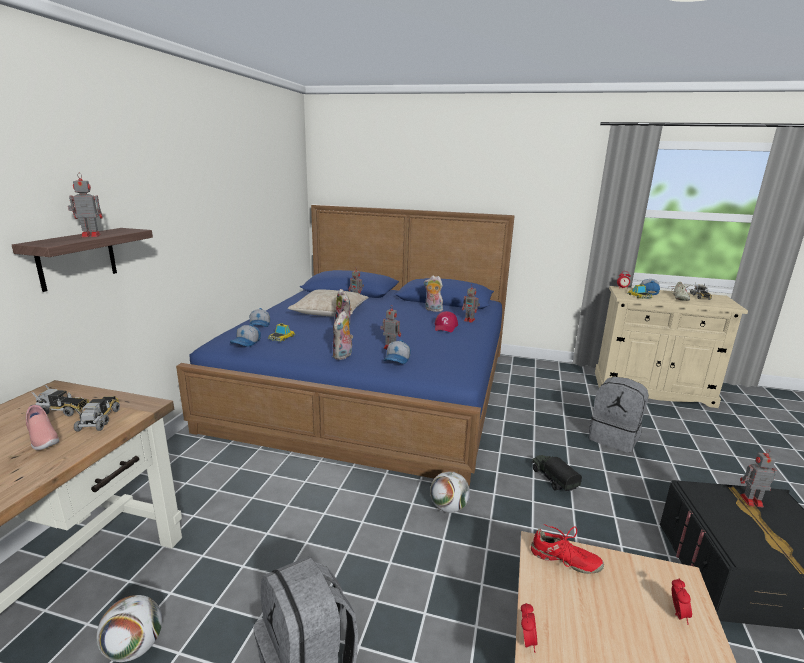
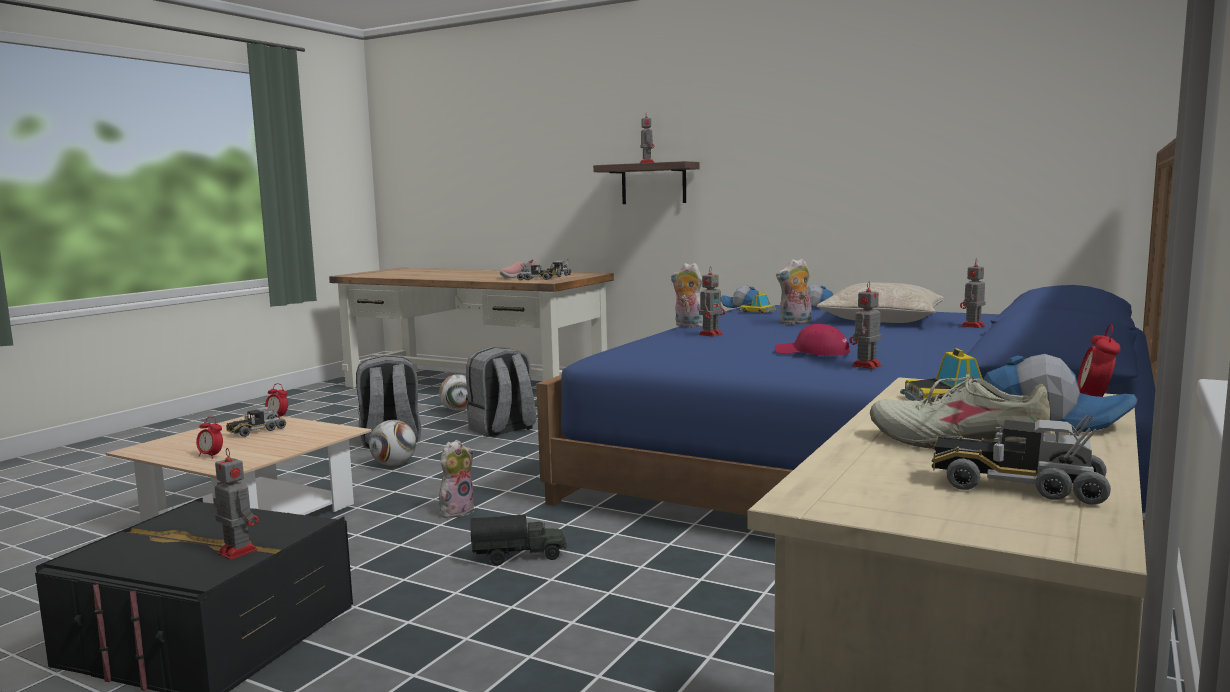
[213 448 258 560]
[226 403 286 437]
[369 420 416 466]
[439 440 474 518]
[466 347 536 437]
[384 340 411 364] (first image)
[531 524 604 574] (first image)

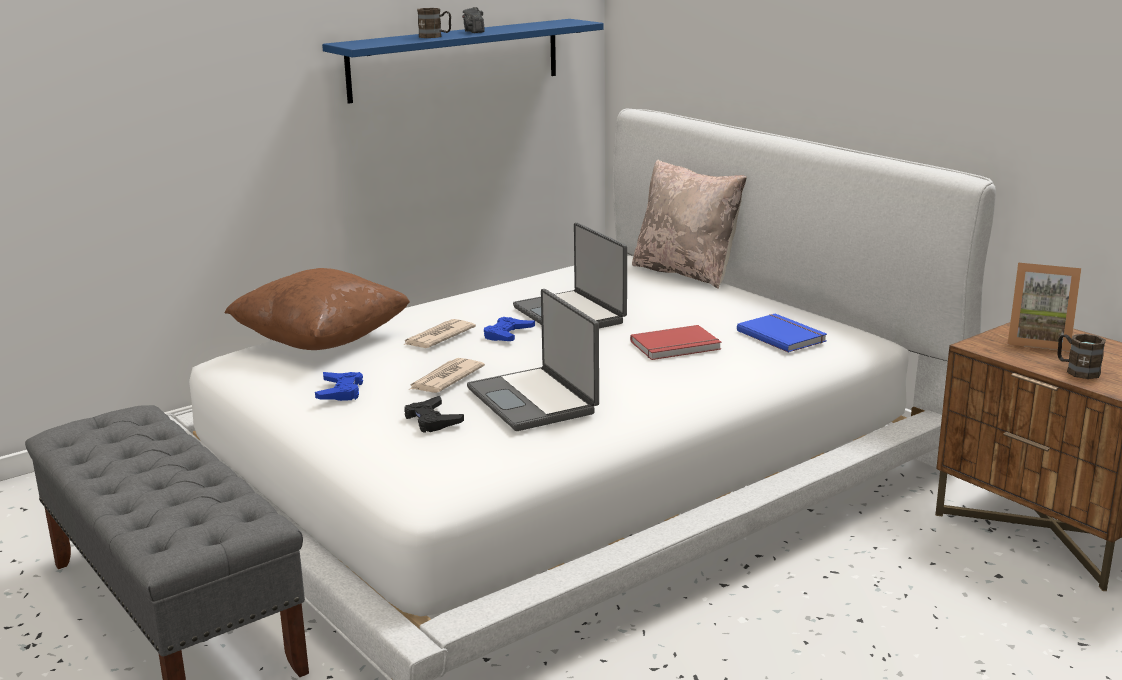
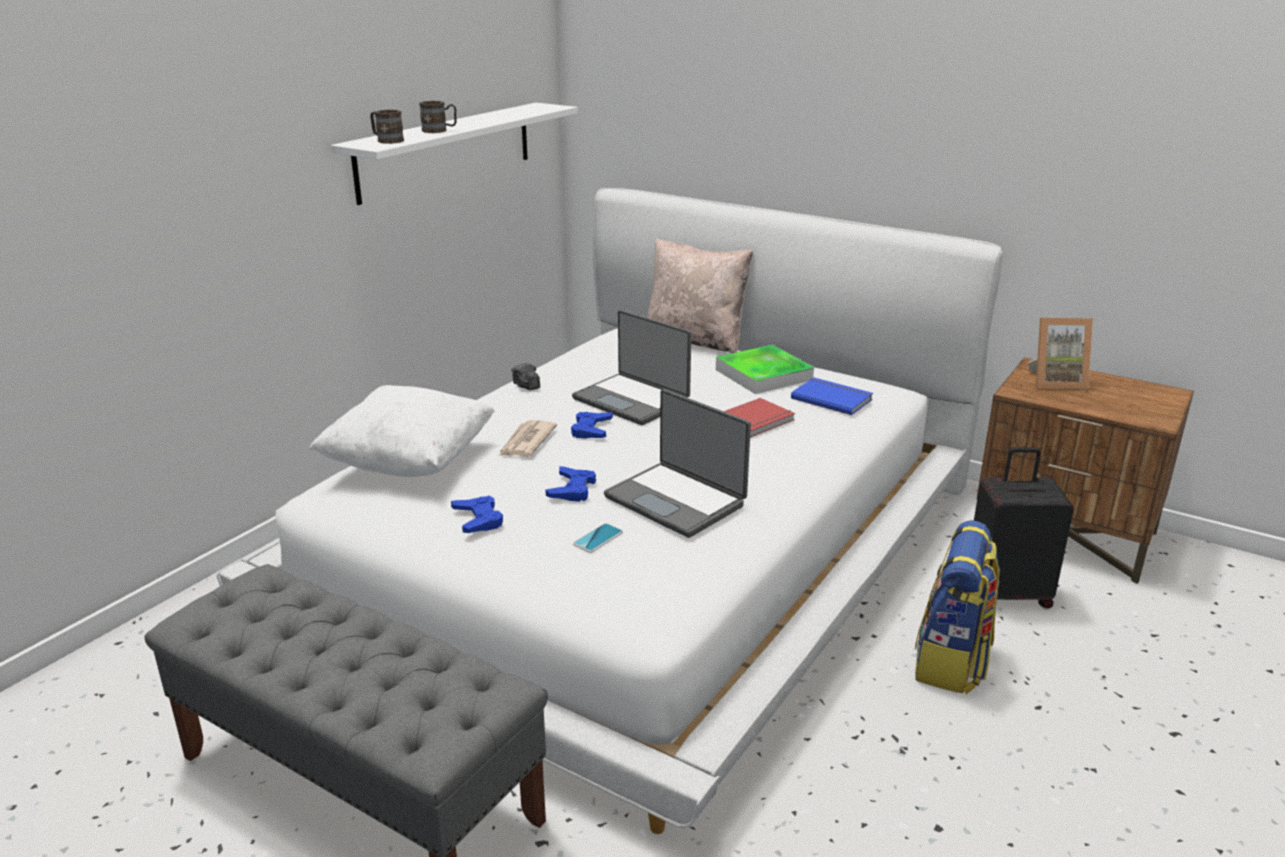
[309 385 495 477]
[331 103 578 205]
[370 109 404 144]
[511 362 540 390]
[546 466 596 502]
[573 523 623 553]
[716 345 814 394]
[915 520 1000 694]
[974 447 1074 609]

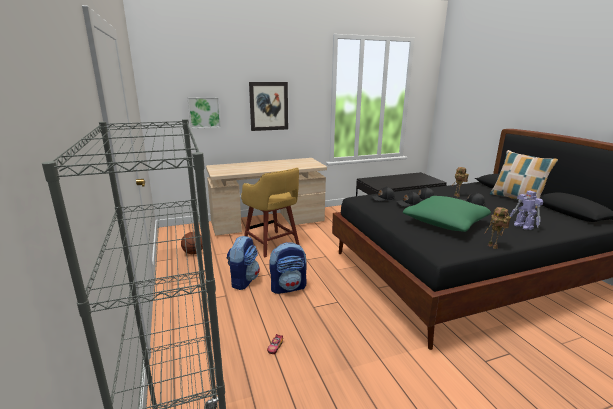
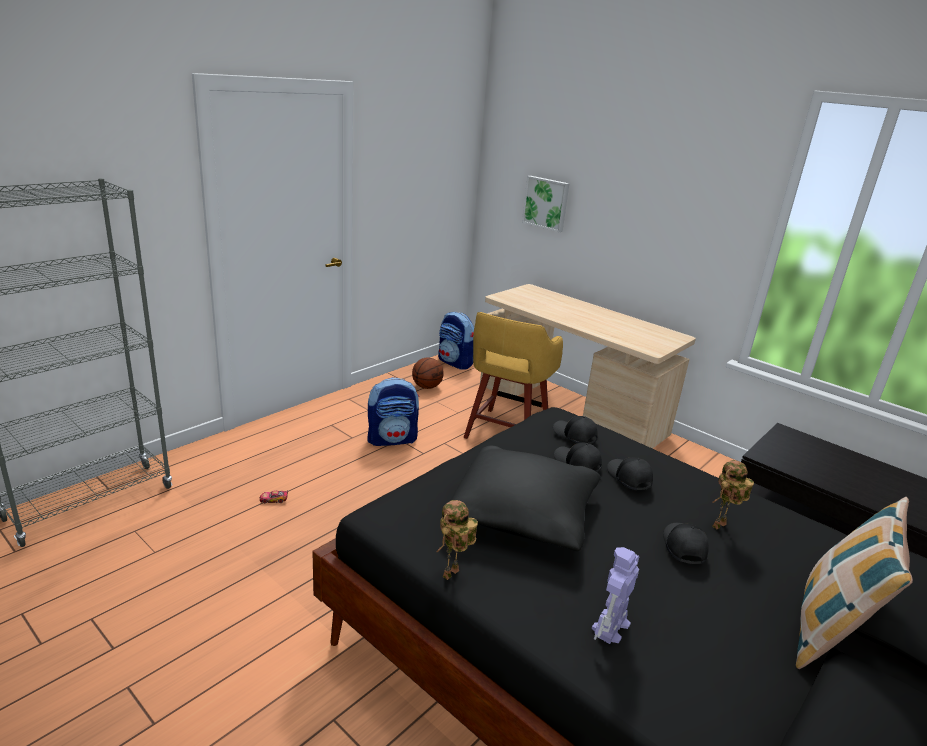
[438 312 474 370]
[450 446 601 551]
[249 82 288 131] (first image)

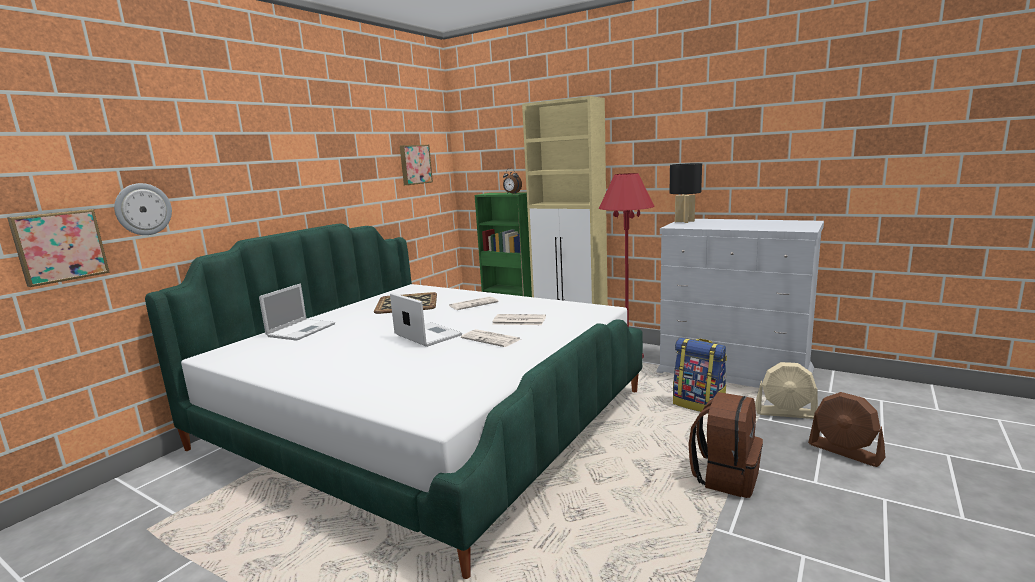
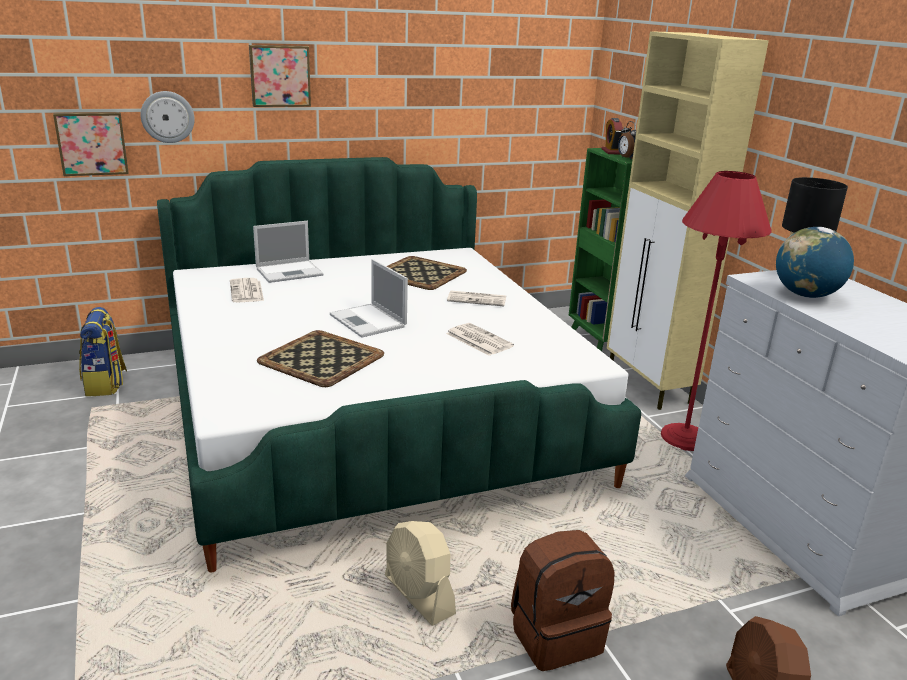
[79 307 127 397]
[230 278 264 302]
[249 45 311 107]
[257 330 384 387]
[330 259 408 338]
[385 521 456 626]
[601 118 623 155]
[776 227 854 298]

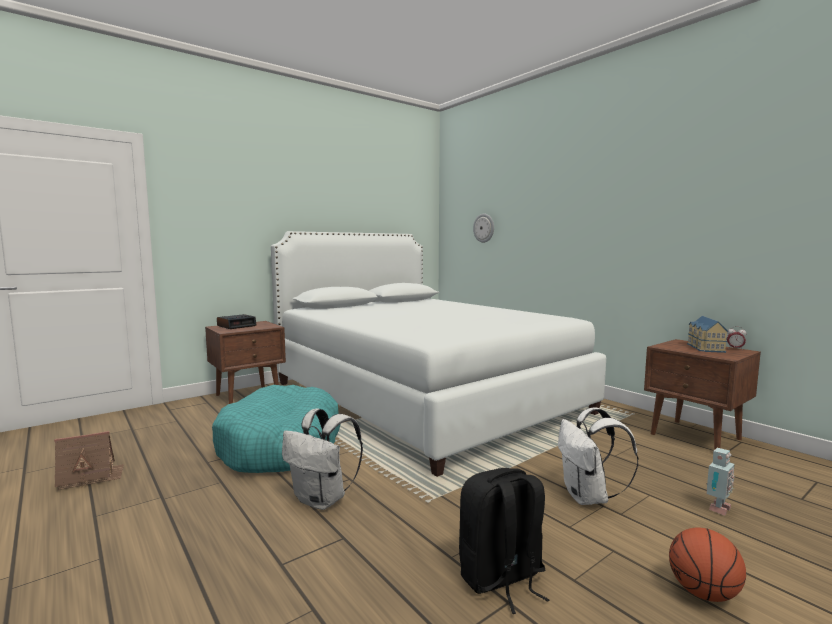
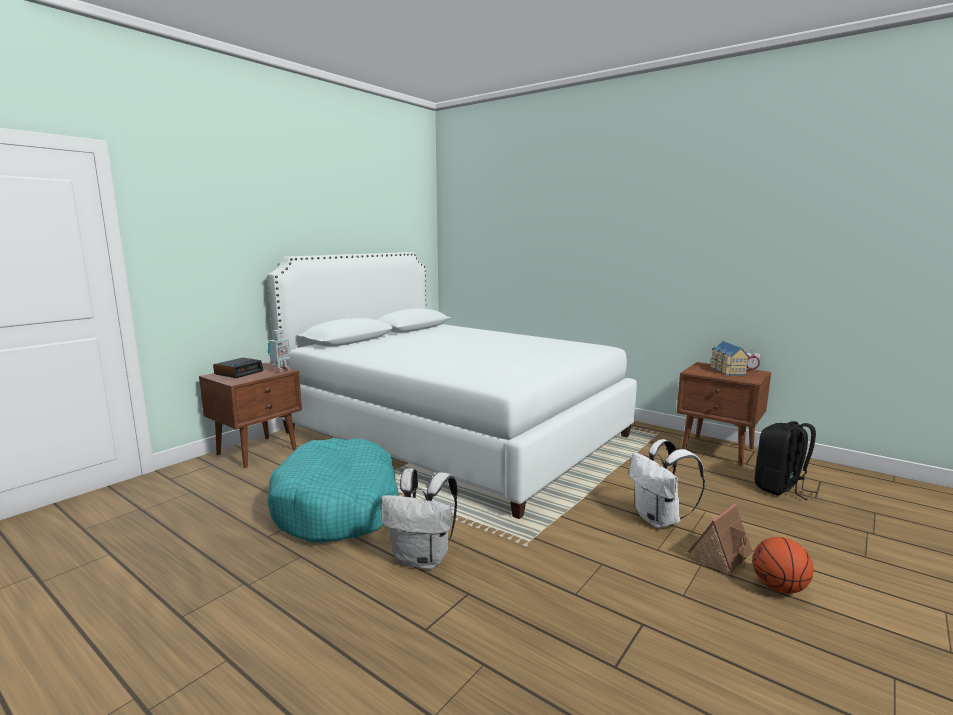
[268 330 291 372]
[688 504 753 575]
[755 421 817 500]
[473 214 494 243] (first image)

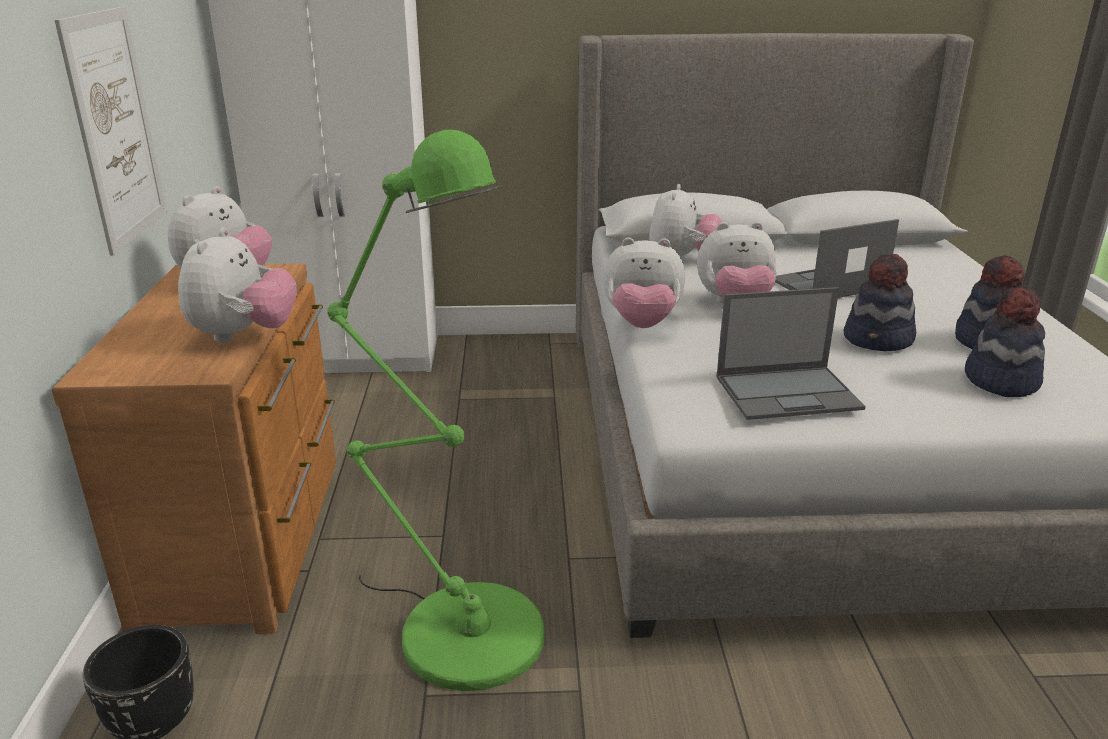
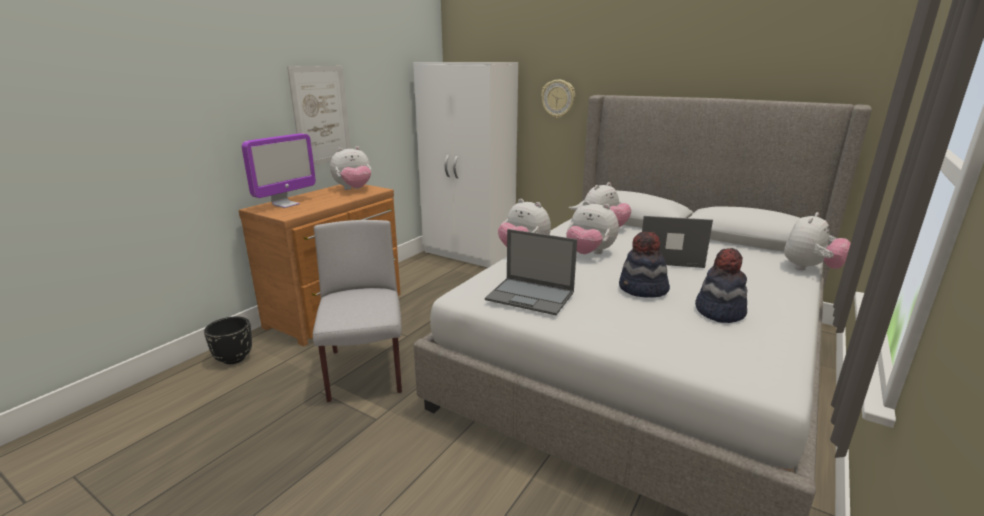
[242 133 316 208]
[313 220 402 403]
[541 80 575 119]
[784 212 851 270]
[965 286 1045 397] (first image)

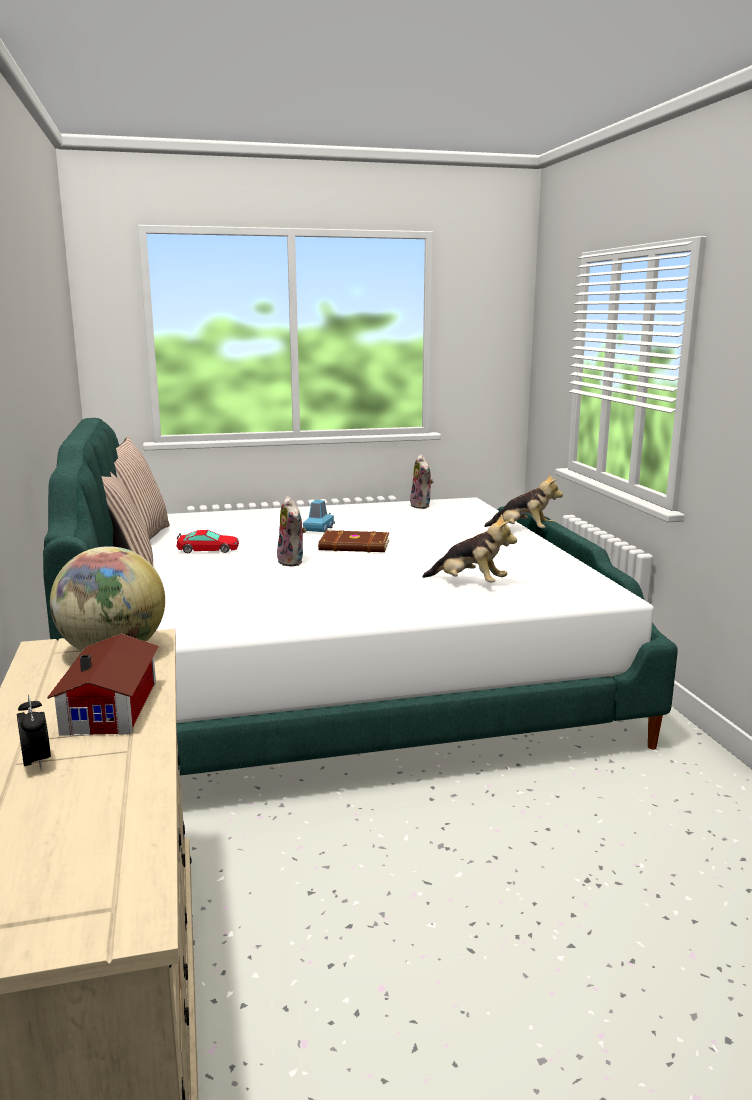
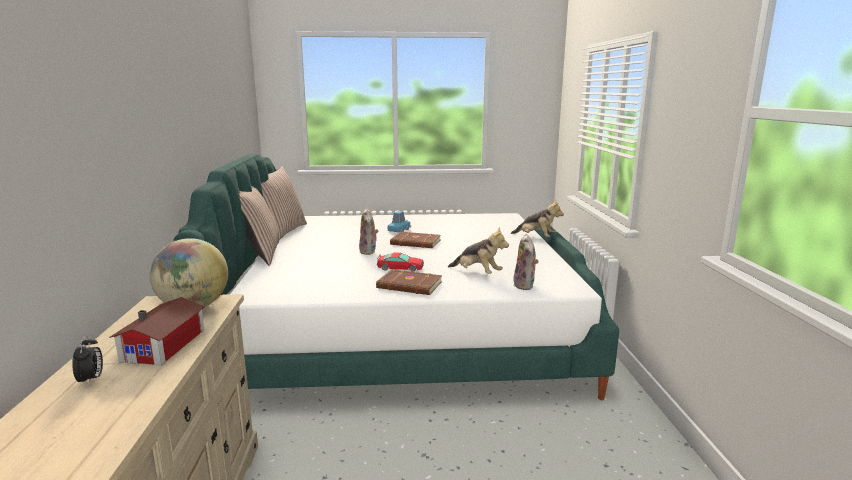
[376 269 442 295]
[377 253 424 272]
[513 234 539 290]

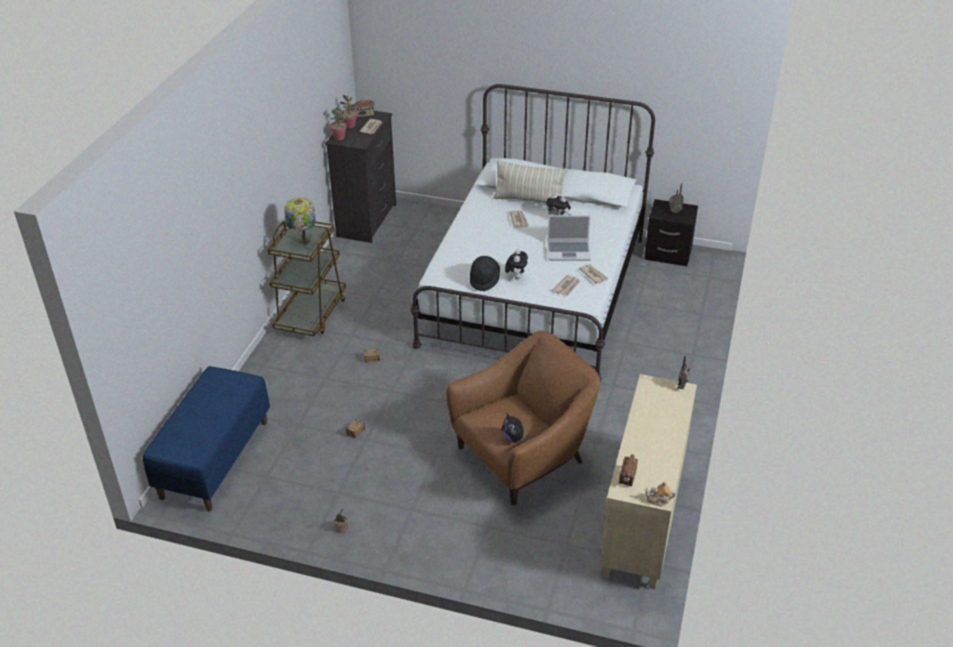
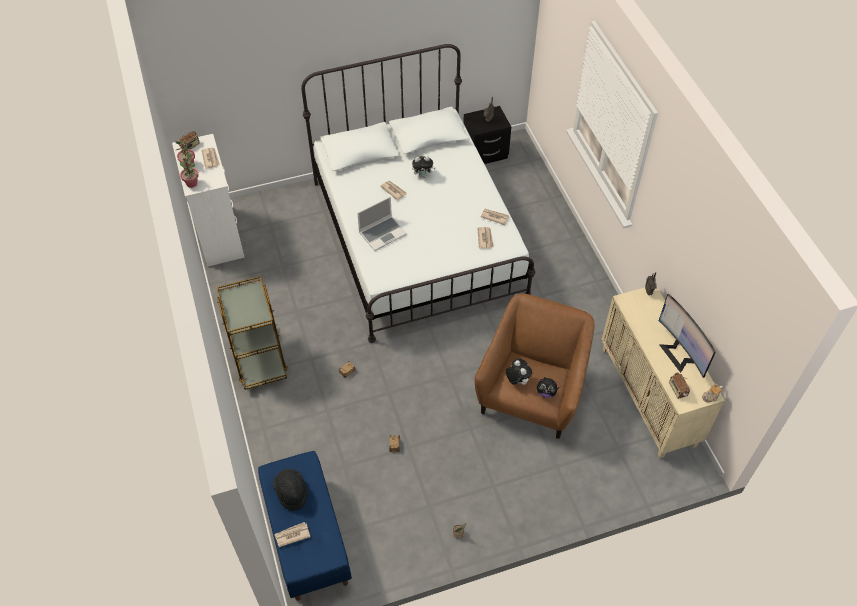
[172 134 245 267]
[273 469 308 511]
[274 522 310 547]
[357 197 407 251]
[506 358 532 385]
[659 294 716 378]
[284 198 316 245] (first image)
[493 160 567 203] (first image)

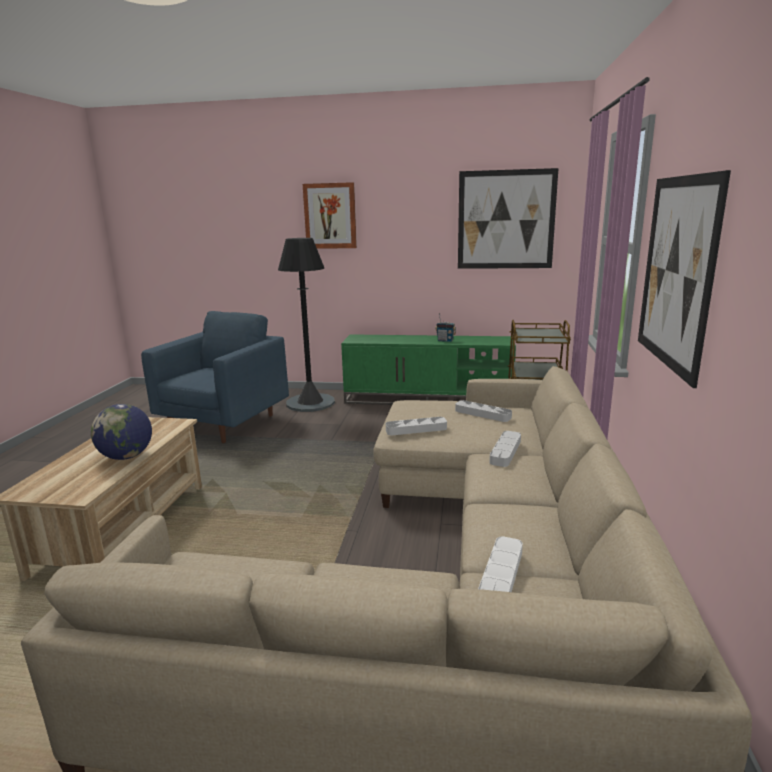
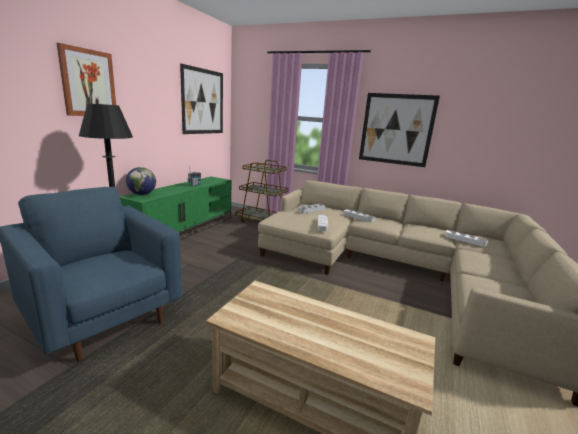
[126 167 156 195]

